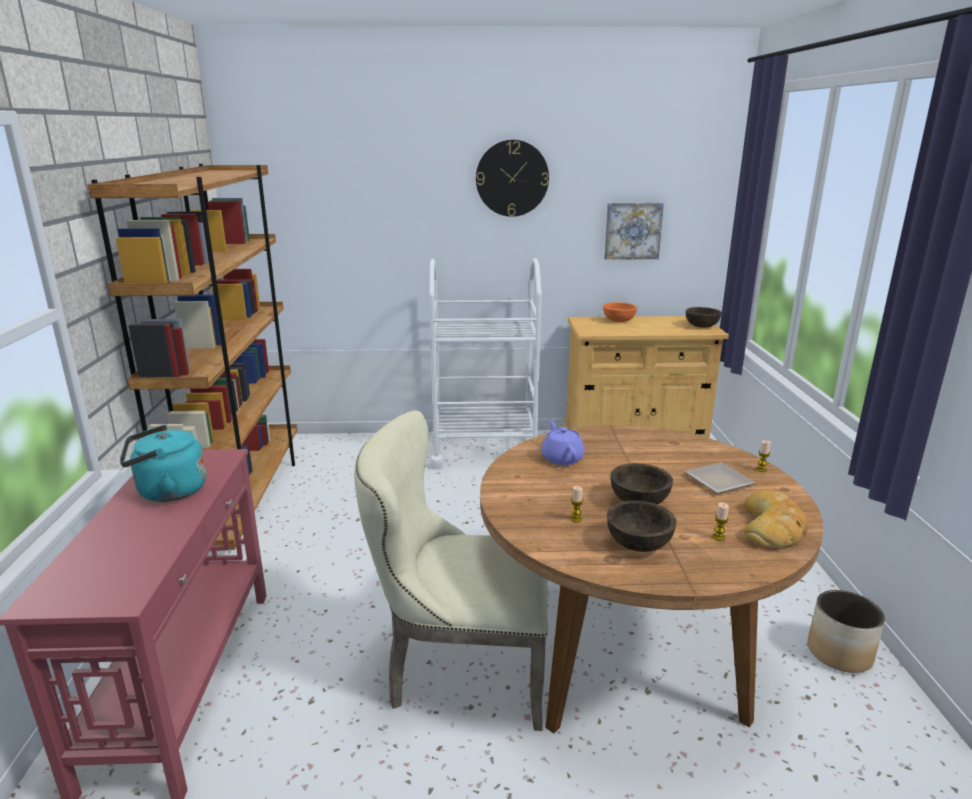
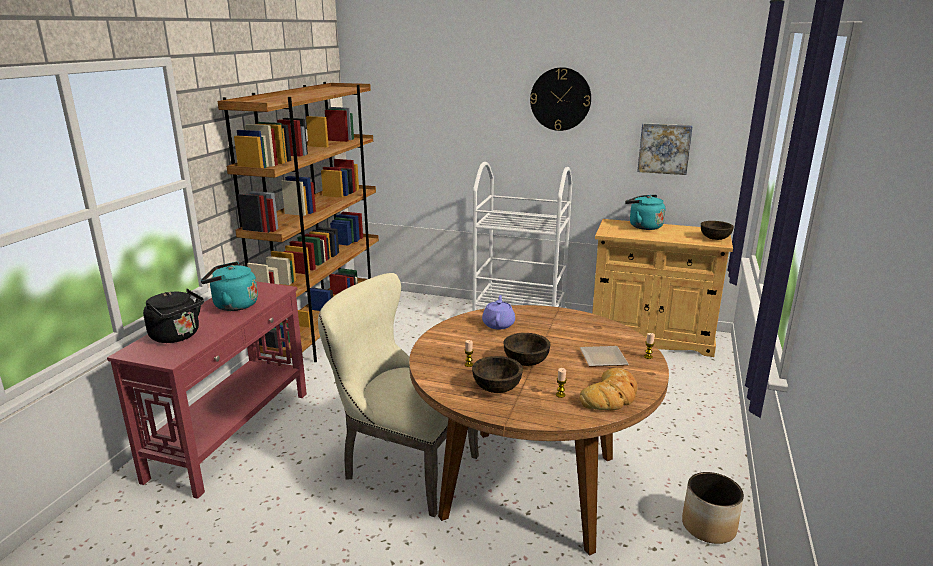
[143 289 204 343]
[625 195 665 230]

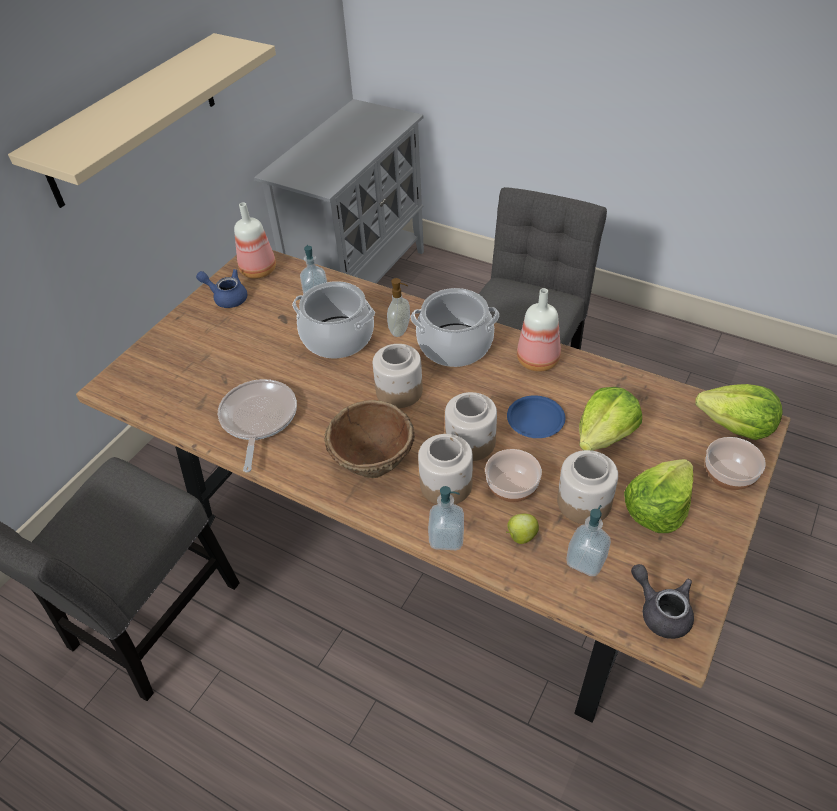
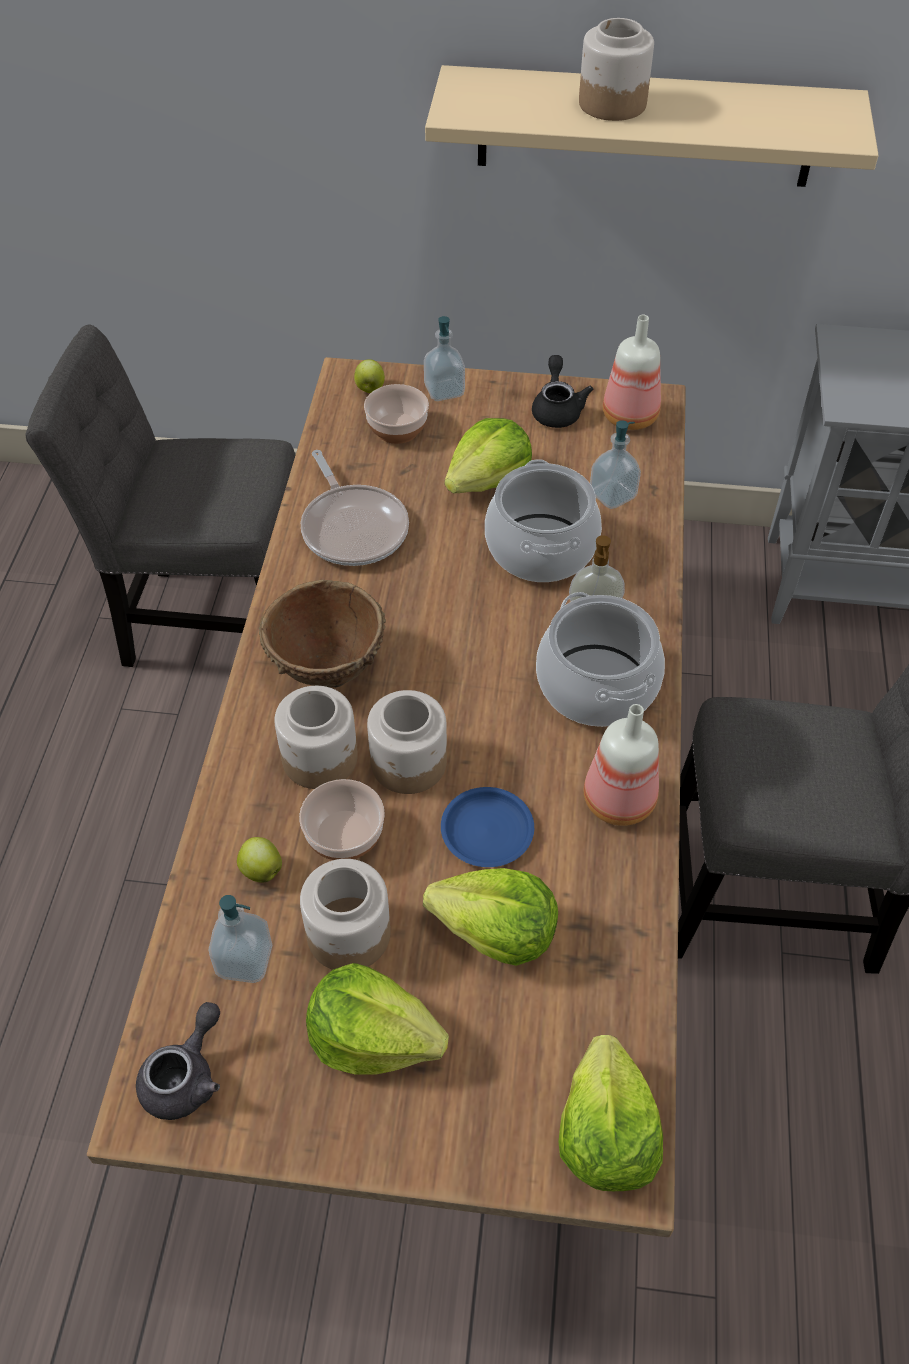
[301 450 409 566]
[354 360 385 393]
[364 384 429 444]
[424 316 465 401]
[445 418 532 493]
[532 355 593 428]
[579 18 654 121]

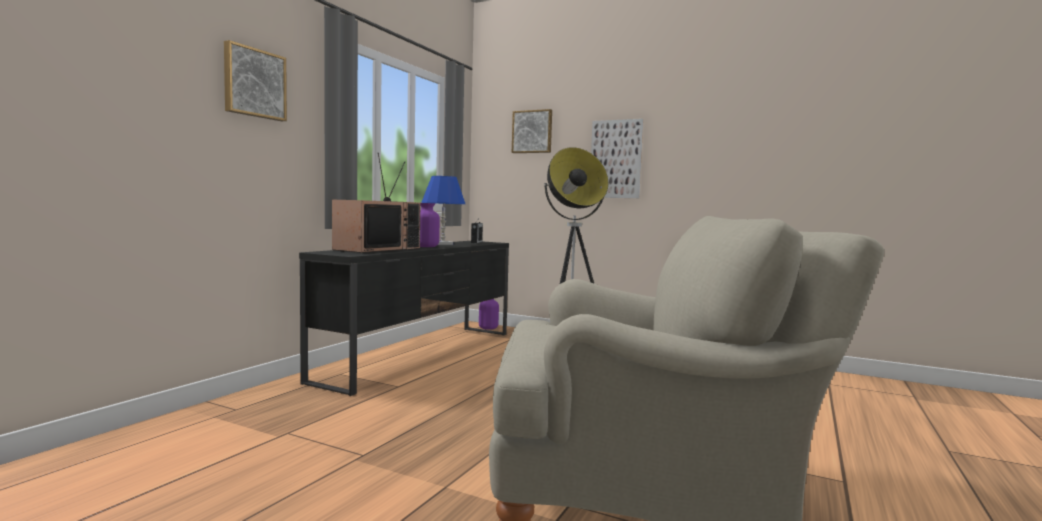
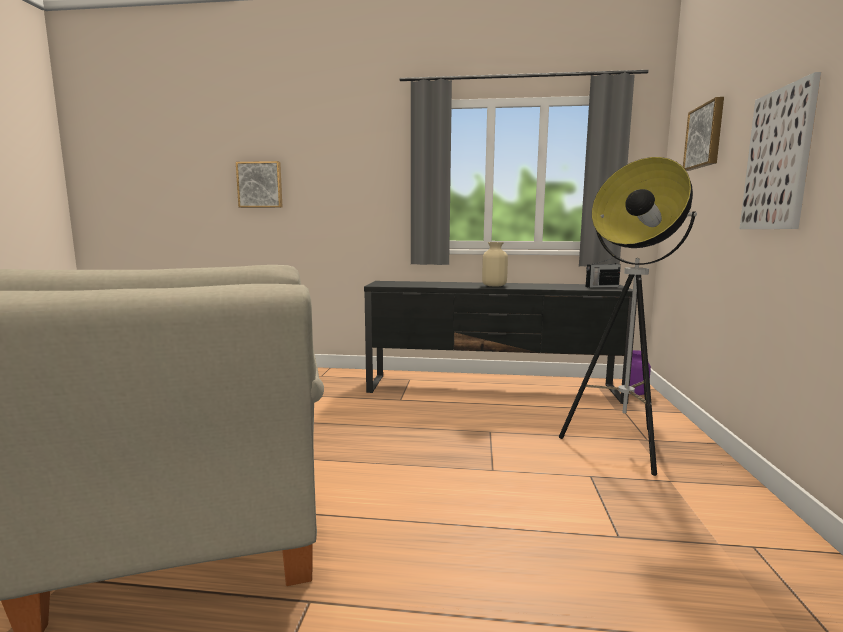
[236 161 283 208]
[482 242 508 286]
[332 153 420 253] (first image)
[421 176 465 245] (first image)

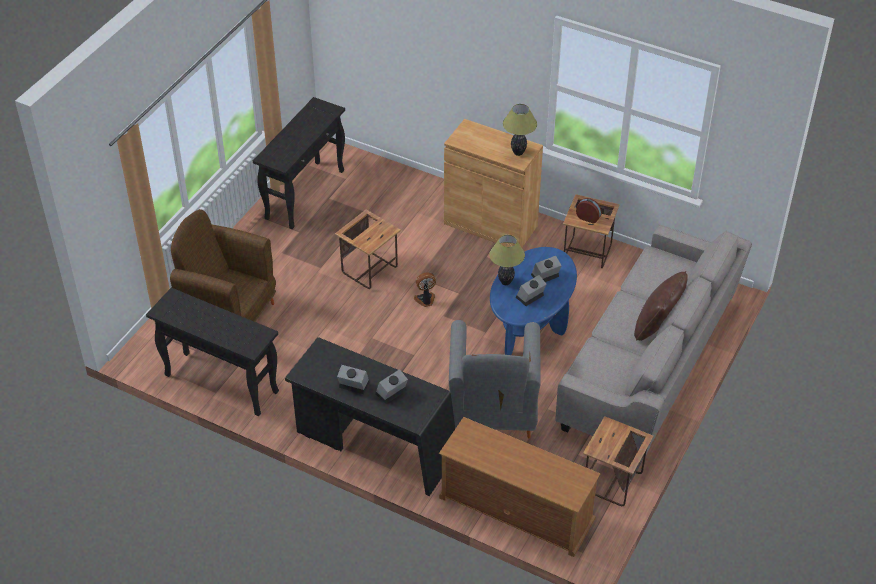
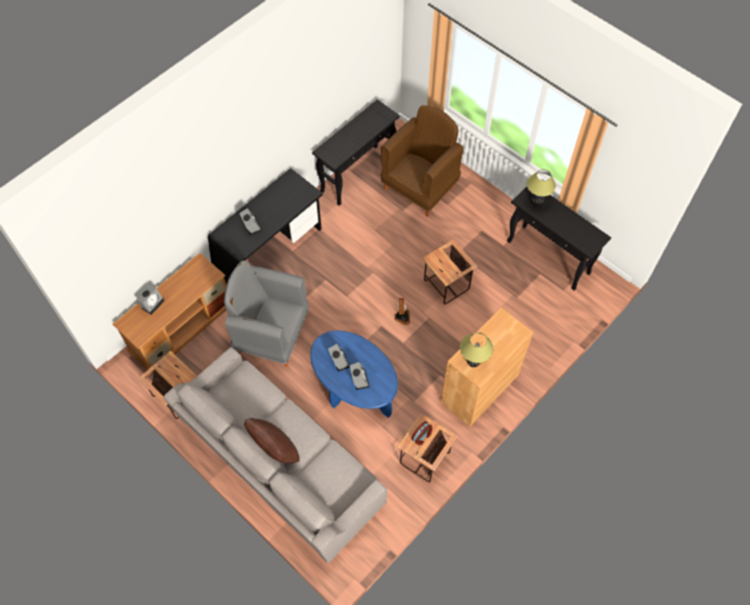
[136 285 165 315]
[527 169 556 206]

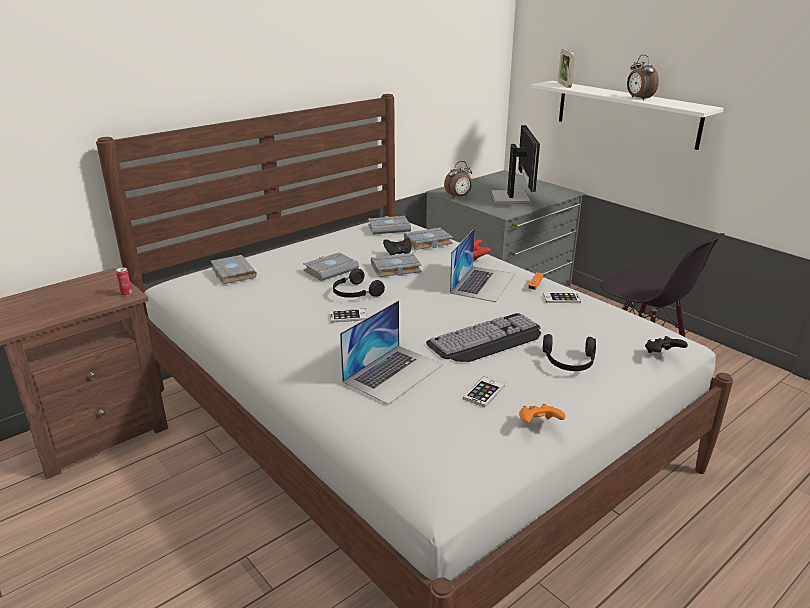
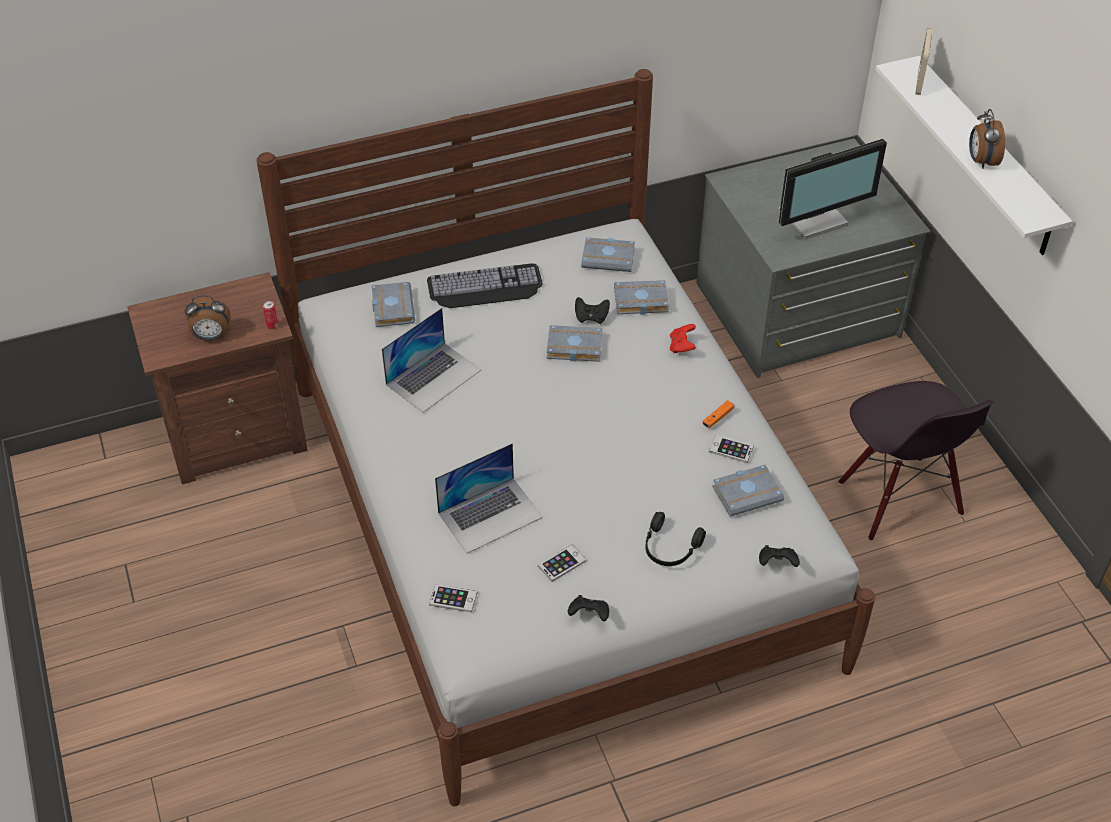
[185 295 230 340]
[382 308 482 412]
[427 263 543 308]
[429 584 478 612]
[568 595 609 621]
[712 465 784 517]
[778 139 887 239]
[333 269 385 298] (first image)

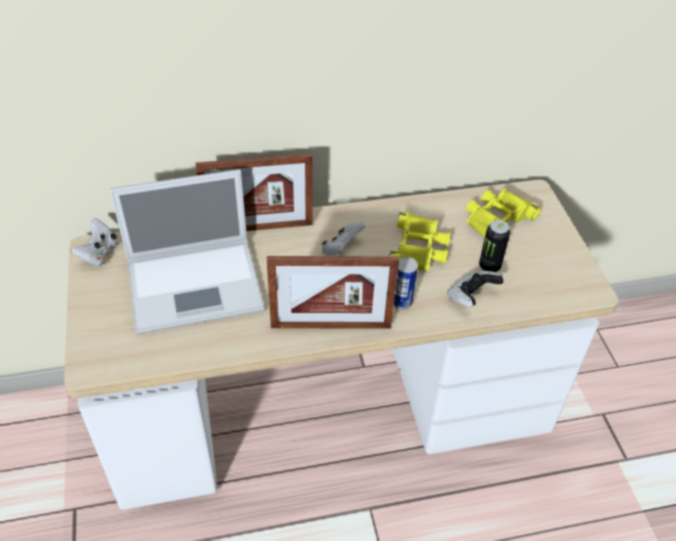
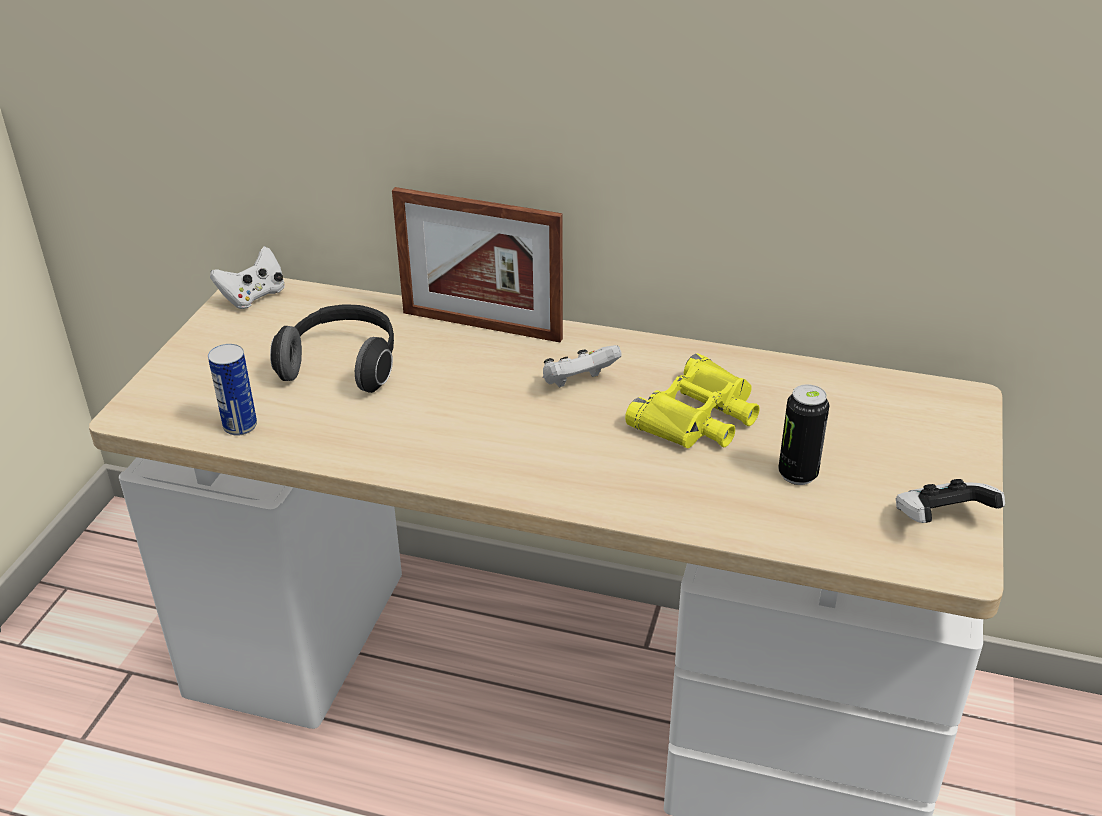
[208 344 257 436]
[270 305 394 393]
[896 479 1005 523]
[267 256 399 328] (first image)
[466 189 541 237] (first image)

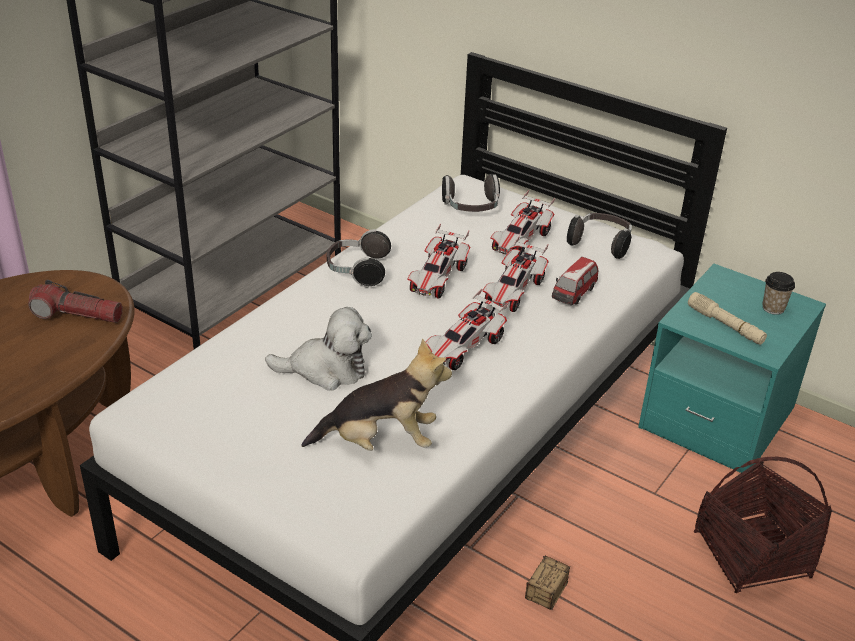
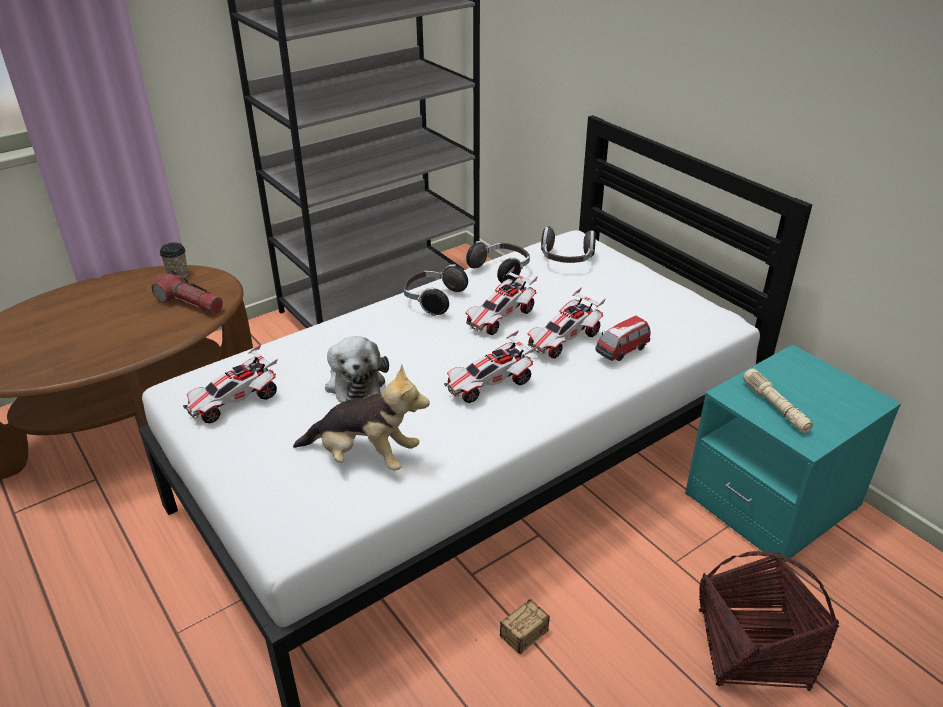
[160 242 188 279]
[183 344 278 423]
[325 336 389 403]
[466 241 530 283]

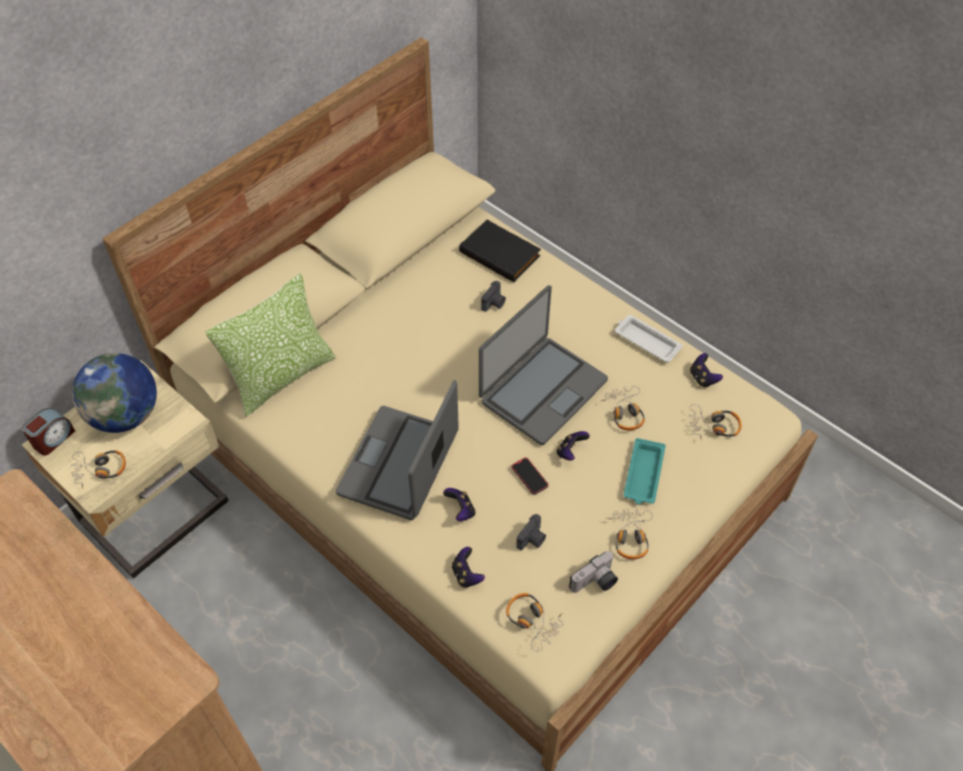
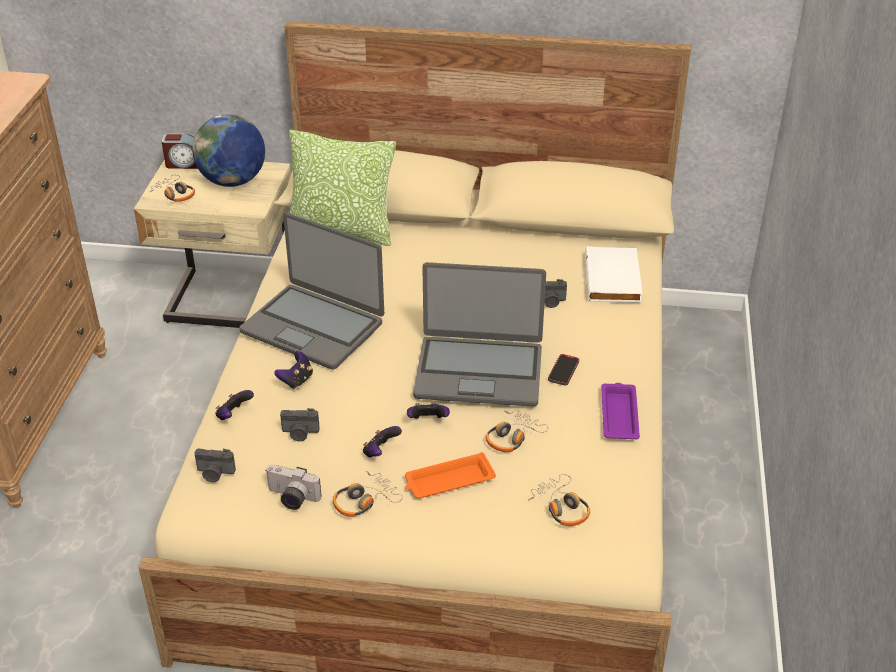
[194 449 236 482]
[239 212 384 370]
[363 426 402 458]
[405 452 496 498]
[548 354 579 386]
[585 246 642 303]
[601 383 640 439]

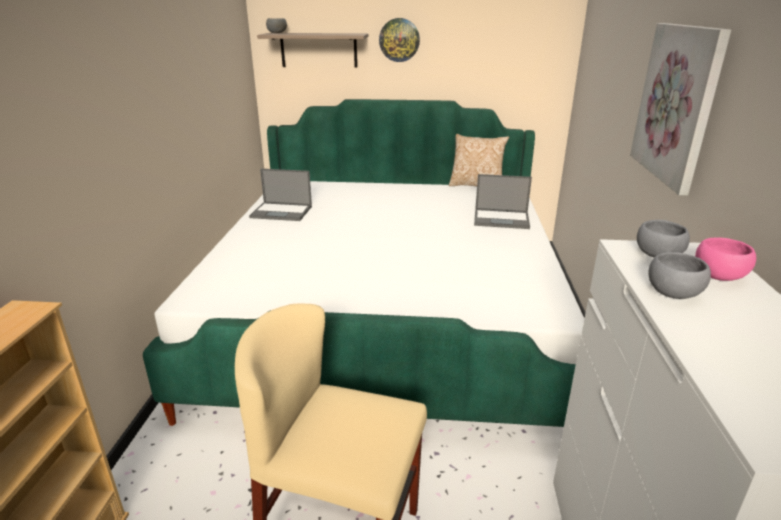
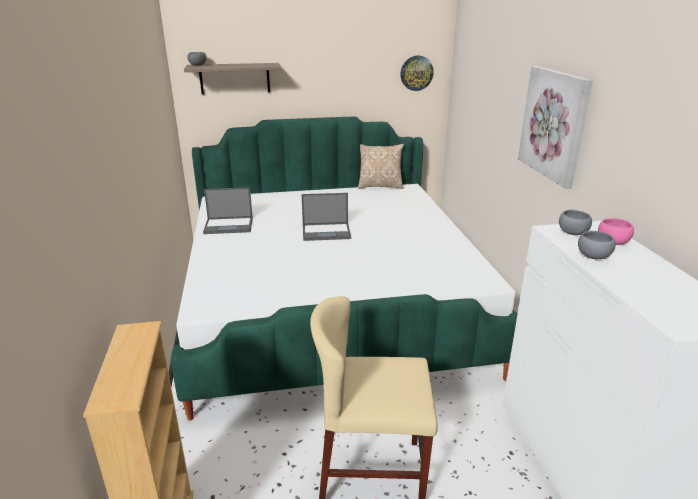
[302 193 351 241]
[400 56 434 91]

